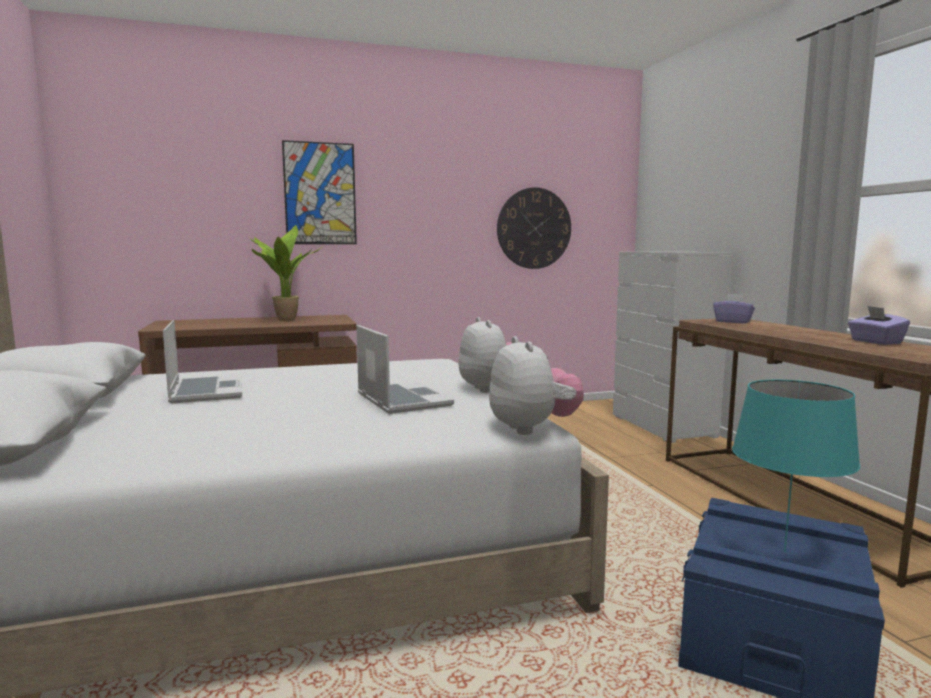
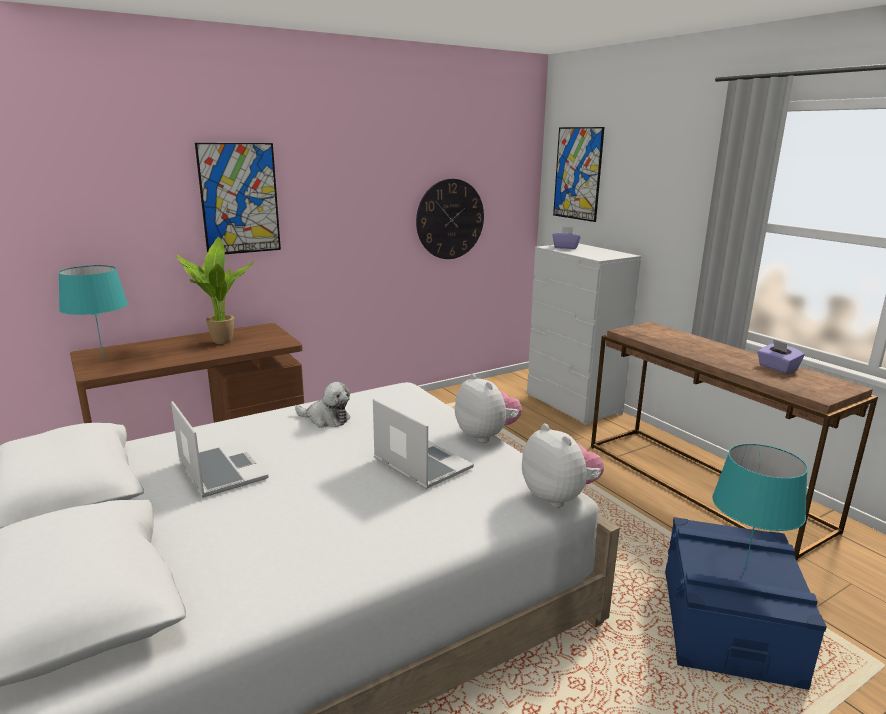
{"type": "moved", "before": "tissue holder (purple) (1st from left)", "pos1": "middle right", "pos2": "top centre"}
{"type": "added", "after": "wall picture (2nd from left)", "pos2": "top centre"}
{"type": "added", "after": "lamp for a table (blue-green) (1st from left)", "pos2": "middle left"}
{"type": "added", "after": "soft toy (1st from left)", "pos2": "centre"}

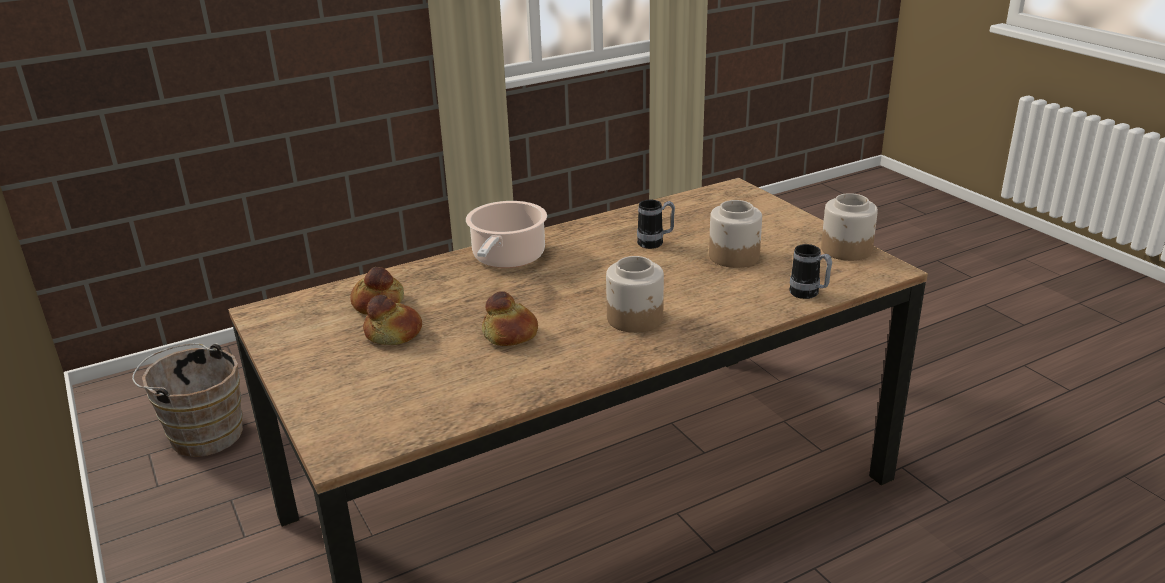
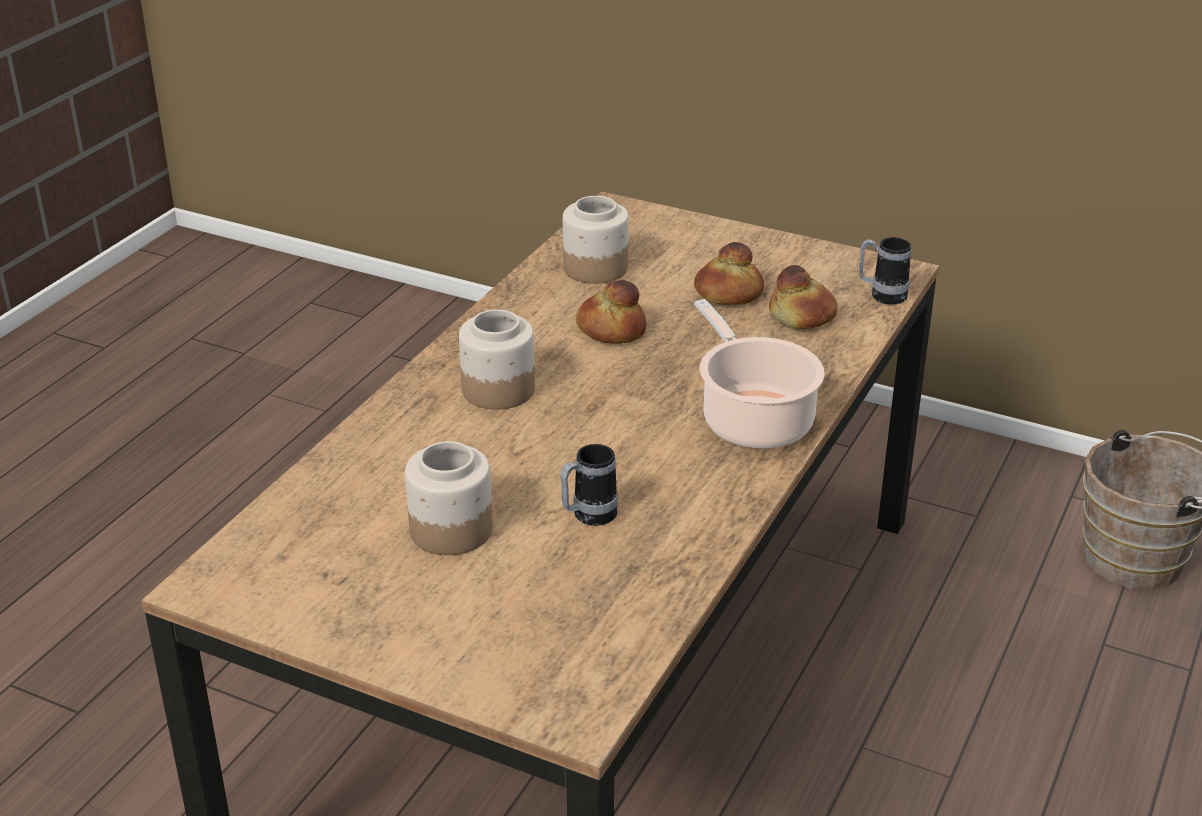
{"type": "moved", "before": "preserve jar (3rd from left)", "pos1": "middle right", "pos2": "top centre"}
{"type": "moved", "before": "mug (2nd from left)", "pos1": "middle right", "pos2": "top right"}

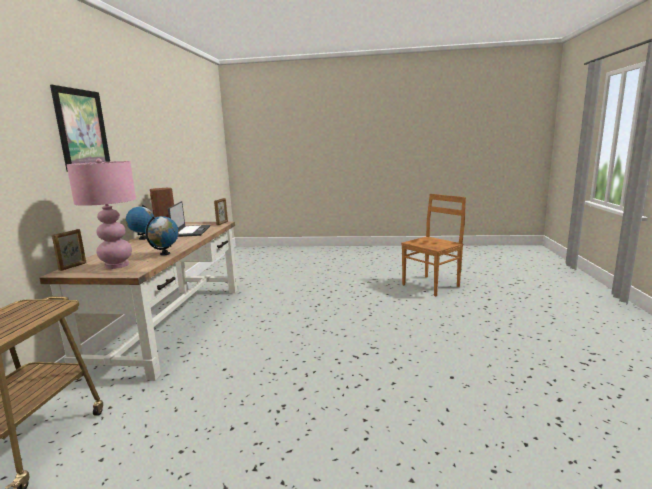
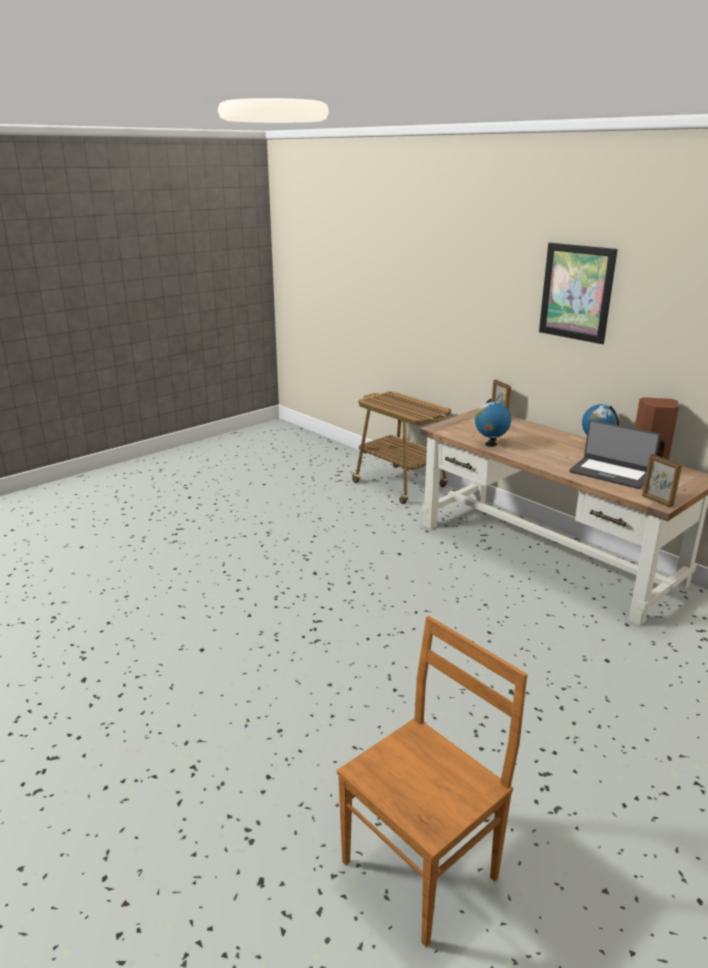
{"type": "removed", "before": "lamp for a table (pink)", "pos1": "middle left"}
{"type": "turned", "before": "chair (brownish)", "pos1": "centre", "pos2": "bottom centre", "turn": -135}

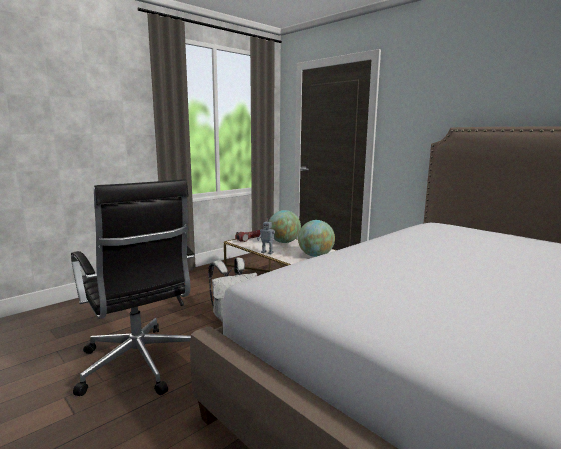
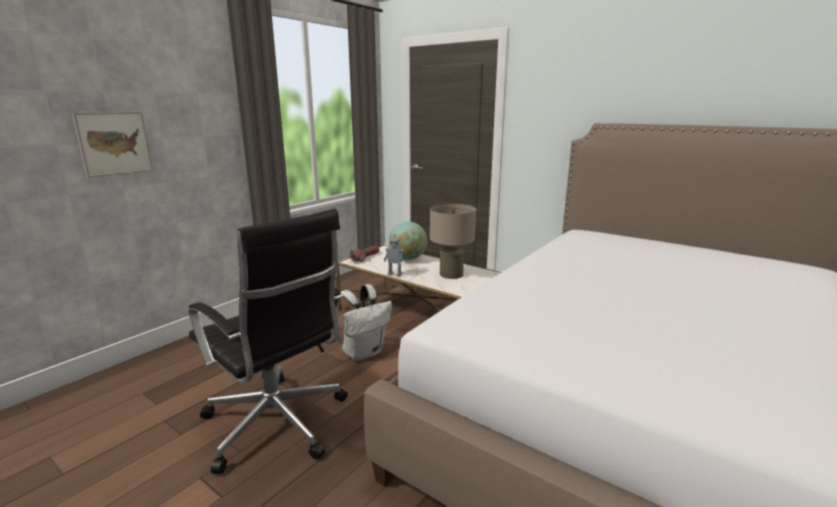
{"type": "replaced", "before": "world globe (2nd from left)", "after": "lamp for a table (beige-coloured)", "pos1": "centre", "pos2": "centre"}
{"type": "added", "after": "wall picture", "pos2": "top left"}

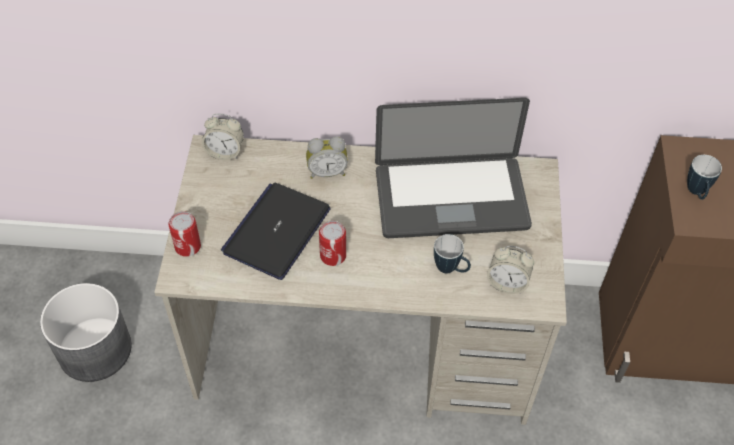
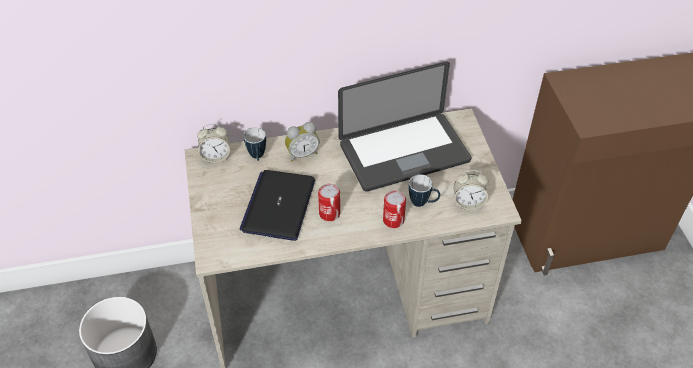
{"type": "moved", "before": "mug (2nd from left in the first image)", "after": "mug (1st from left)", "pos1": "middle right", "pos2": "centre"}
{"type": "moved", "before": "can (1st from left in the first image)", "after": "can (2nd from left)", "pos1": "middle left", "pos2": "centre"}

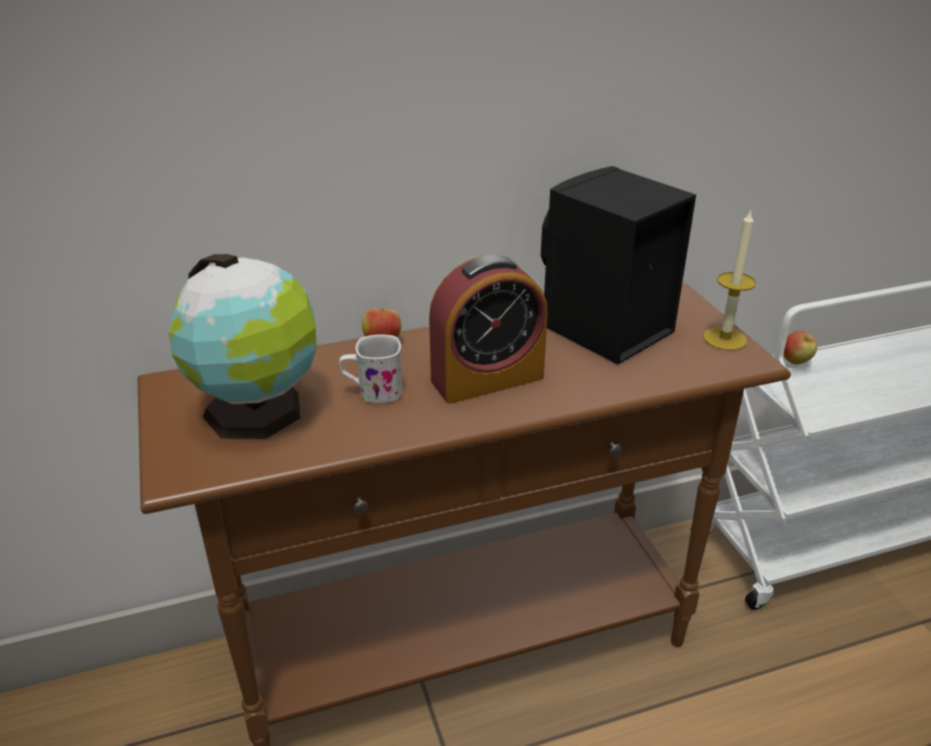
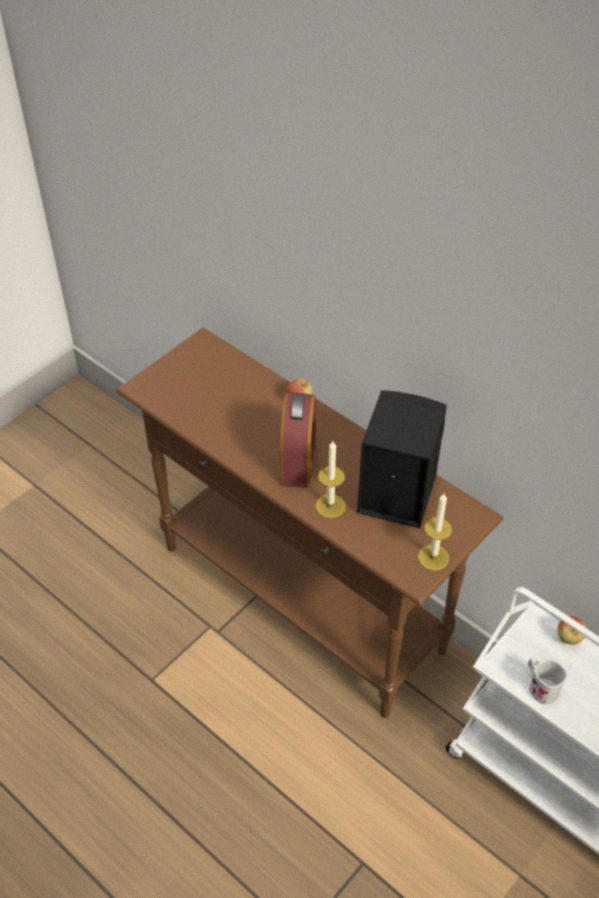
{"type": "removed", "before": "world globe", "pos1": "middle left"}
{"type": "turned", "before": "table clock", "pos1": "centre", "pos2": "centre", "turn": -120}
{"type": "moved", "before": "mug (white)", "pos1": "centre", "pos2": "bottom right"}
{"type": "added", "after": "candle (1st from left)", "pos2": "centre"}

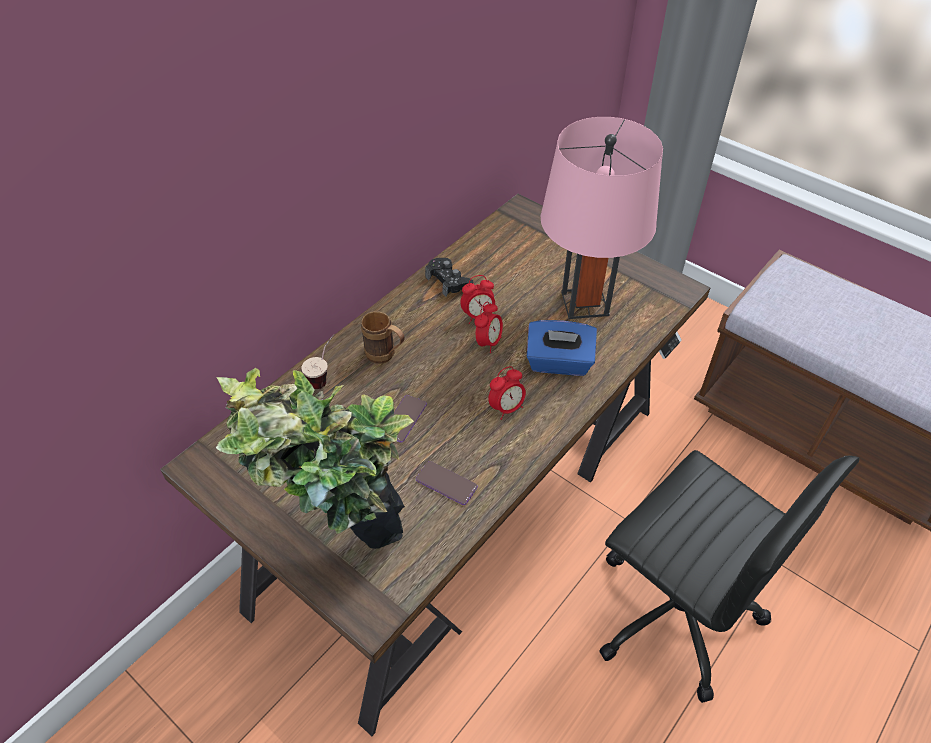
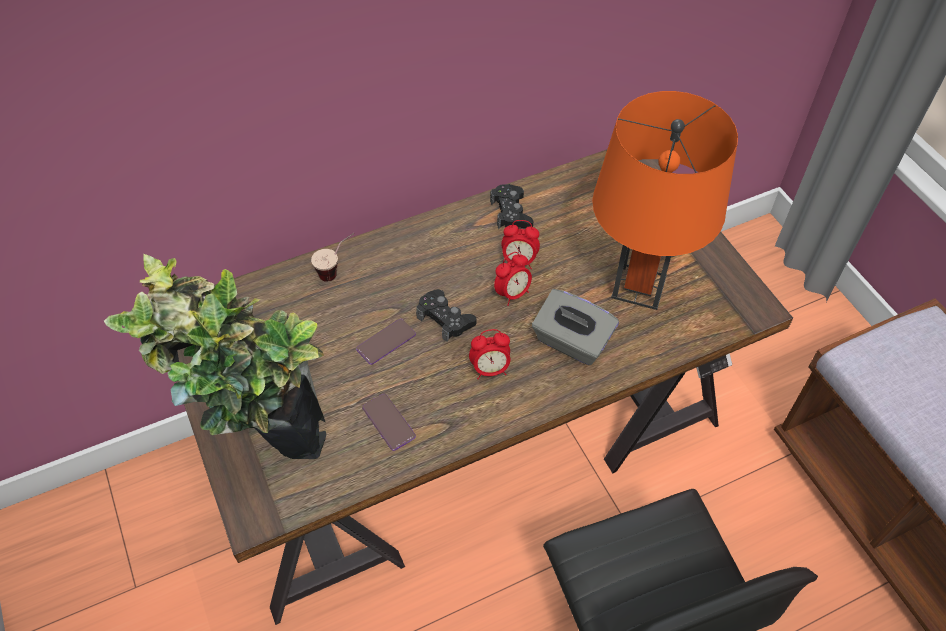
{"type": "recoloured", "before": "lamp for a table (pink)", "after": "lamp for a table (orange)", "pos1": "top centre", "pos2": "top right"}
{"type": "removed", "before": "mug (brownish)", "pos1": "centre"}
{"type": "recoloured", "before": "tissue holder (blue)", "after": "tissue holder (gray)", "pos1": "centre", "pos2": "centre"}
{"type": "added", "after": "game controller (blackish) (1st from left)", "pos2": "centre"}

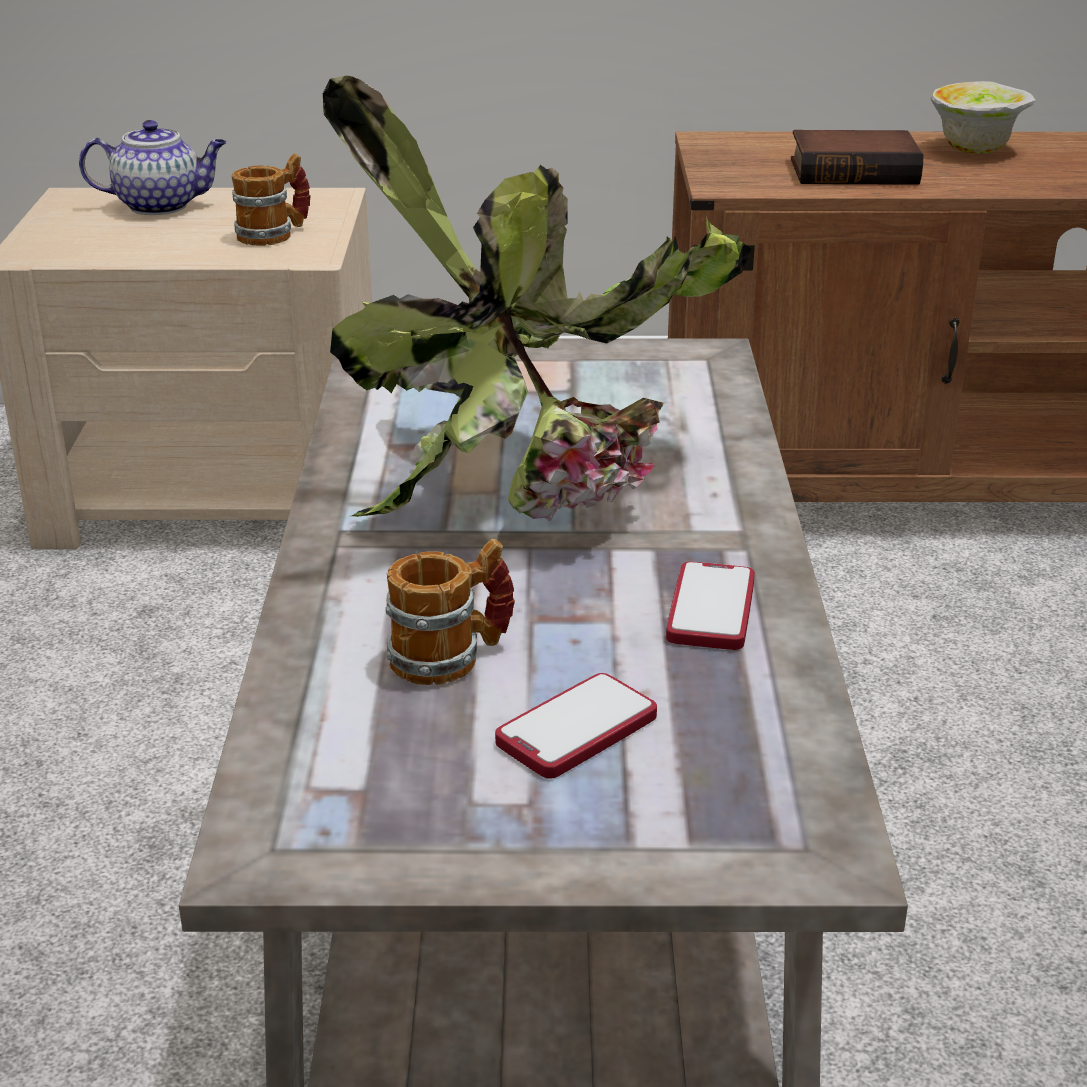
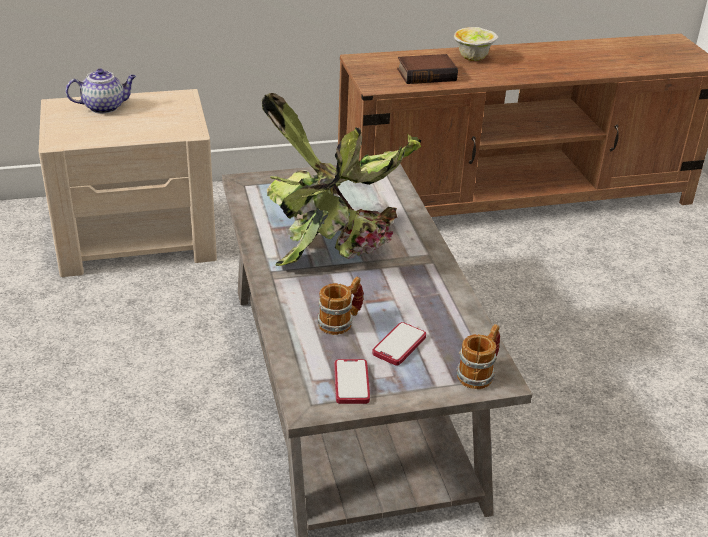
{"type": "moved", "before": "mug (1st from left in the first image)", "after": "mug (2nd from left)", "pos1": "top left", "pos2": "middle right"}
{"type": "moved", "before": "phone (2nd from left in the first image)", "after": "phone (1st from left)", "pos1": "centre", "pos2": "bottom centre"}

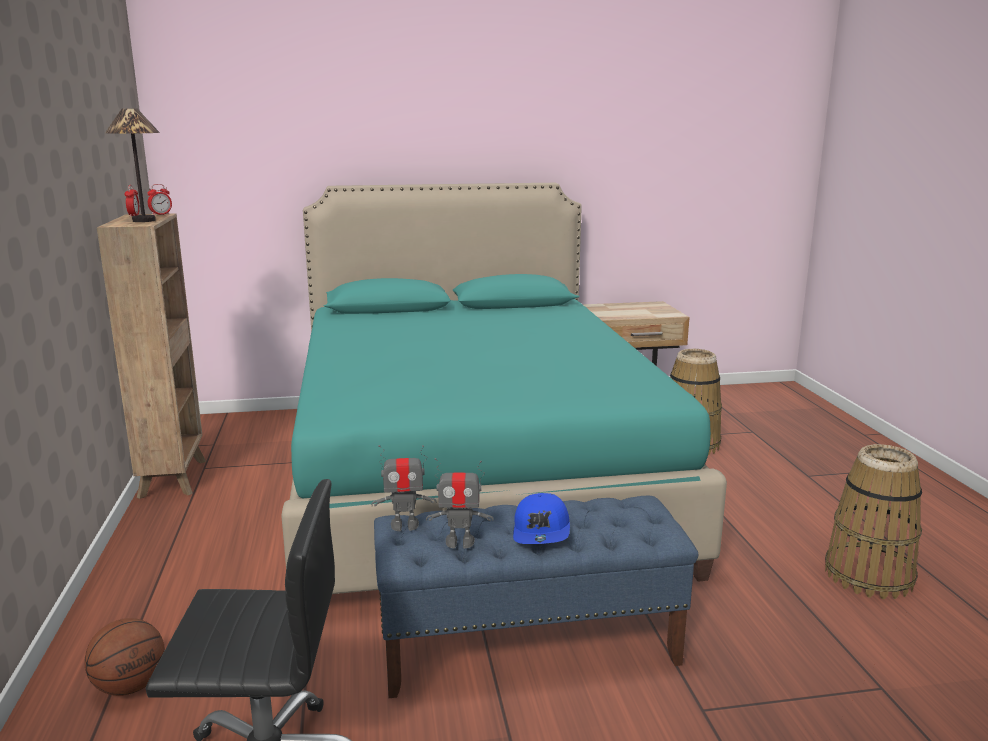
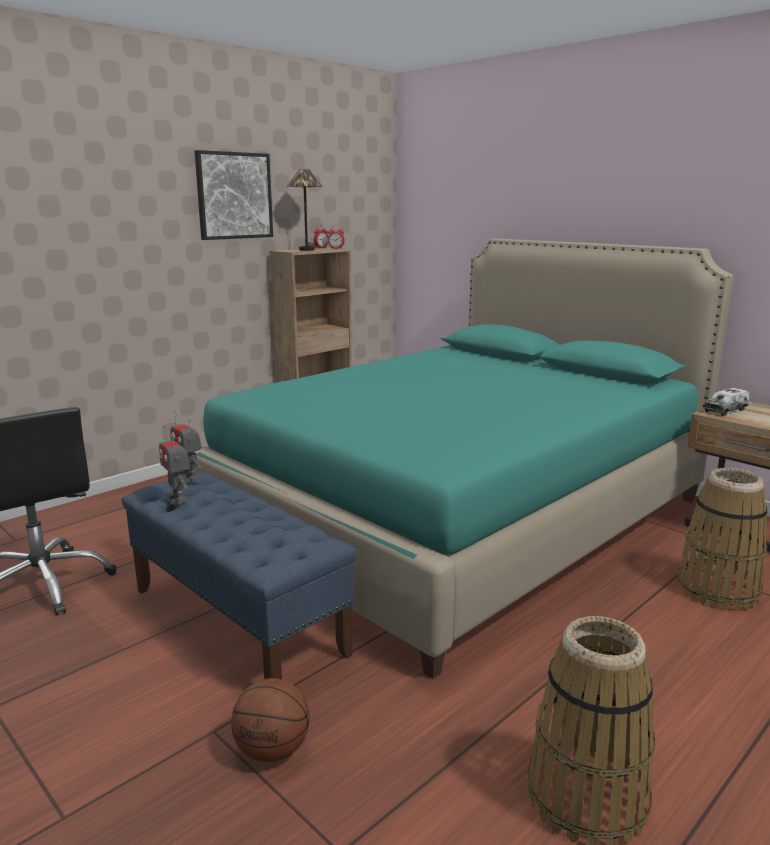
{"type": "removed", "before": "peaked cap (blue)", "pos1": "bottom centre"}
{"type": "moved", "before": "basketball ball", "pos1": "bottom left", "pos2": "bottom centre"}
{"type": "added", "after": "wall picture", "pos2": "top left"}
{"type": "added", "after": "toy truck", "pos2": "middle right"}

